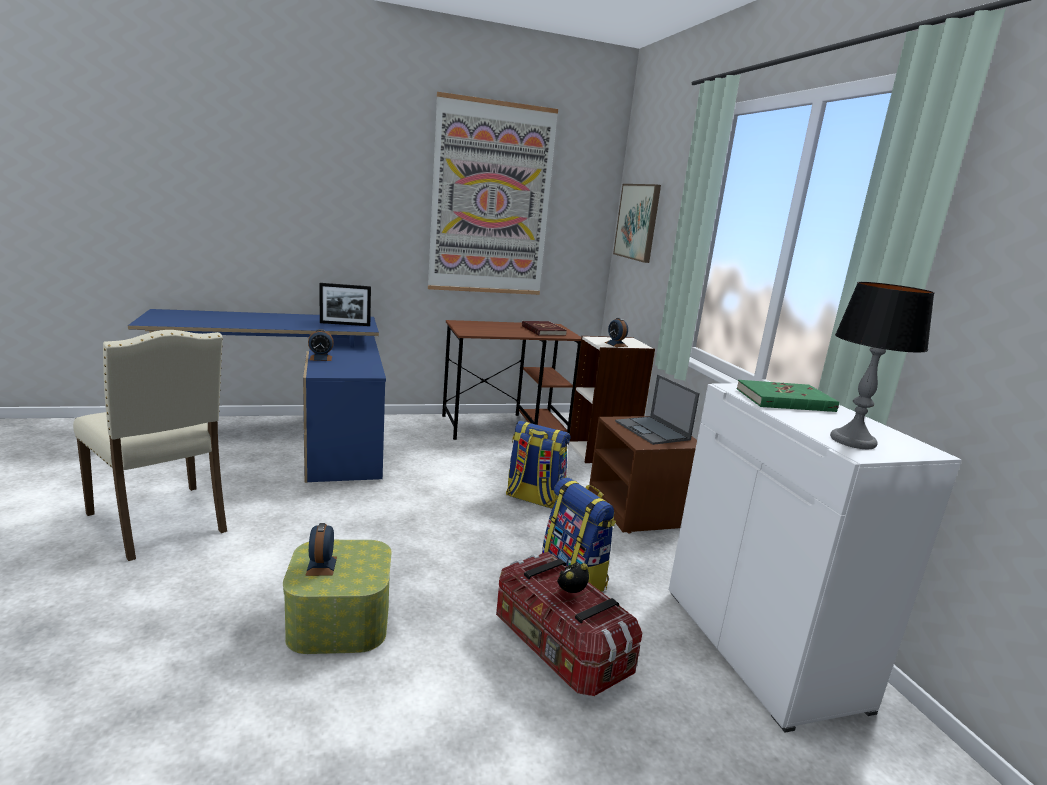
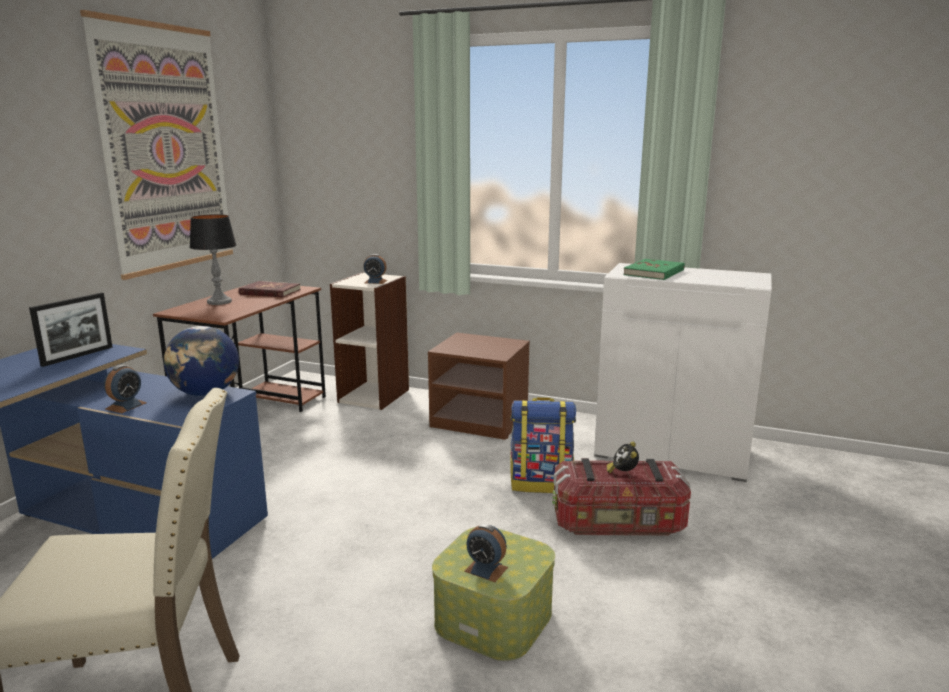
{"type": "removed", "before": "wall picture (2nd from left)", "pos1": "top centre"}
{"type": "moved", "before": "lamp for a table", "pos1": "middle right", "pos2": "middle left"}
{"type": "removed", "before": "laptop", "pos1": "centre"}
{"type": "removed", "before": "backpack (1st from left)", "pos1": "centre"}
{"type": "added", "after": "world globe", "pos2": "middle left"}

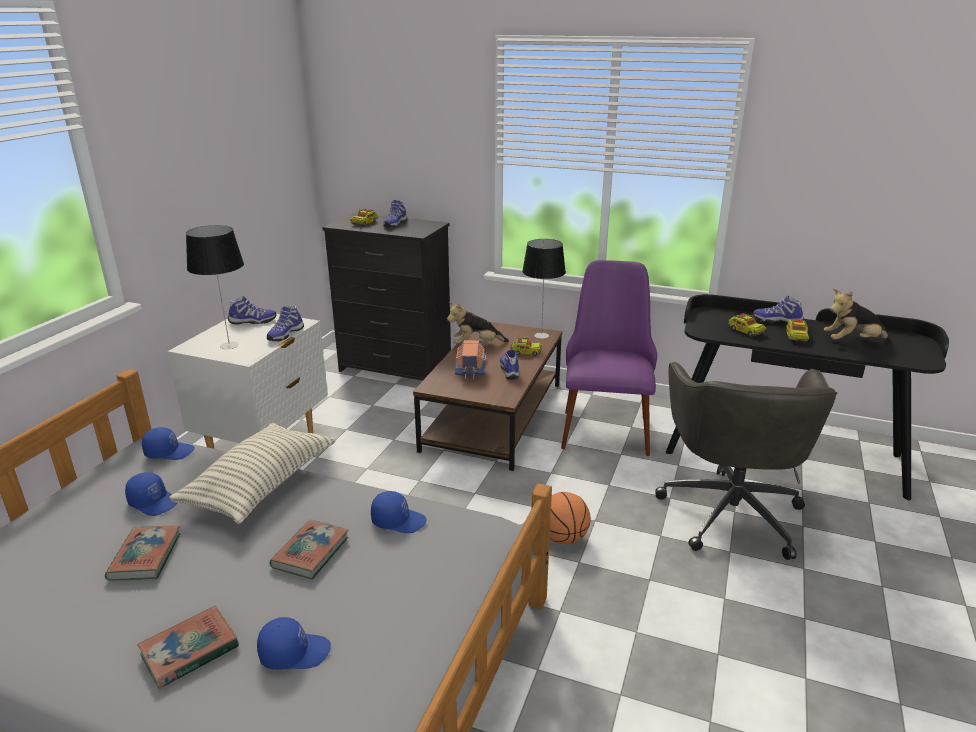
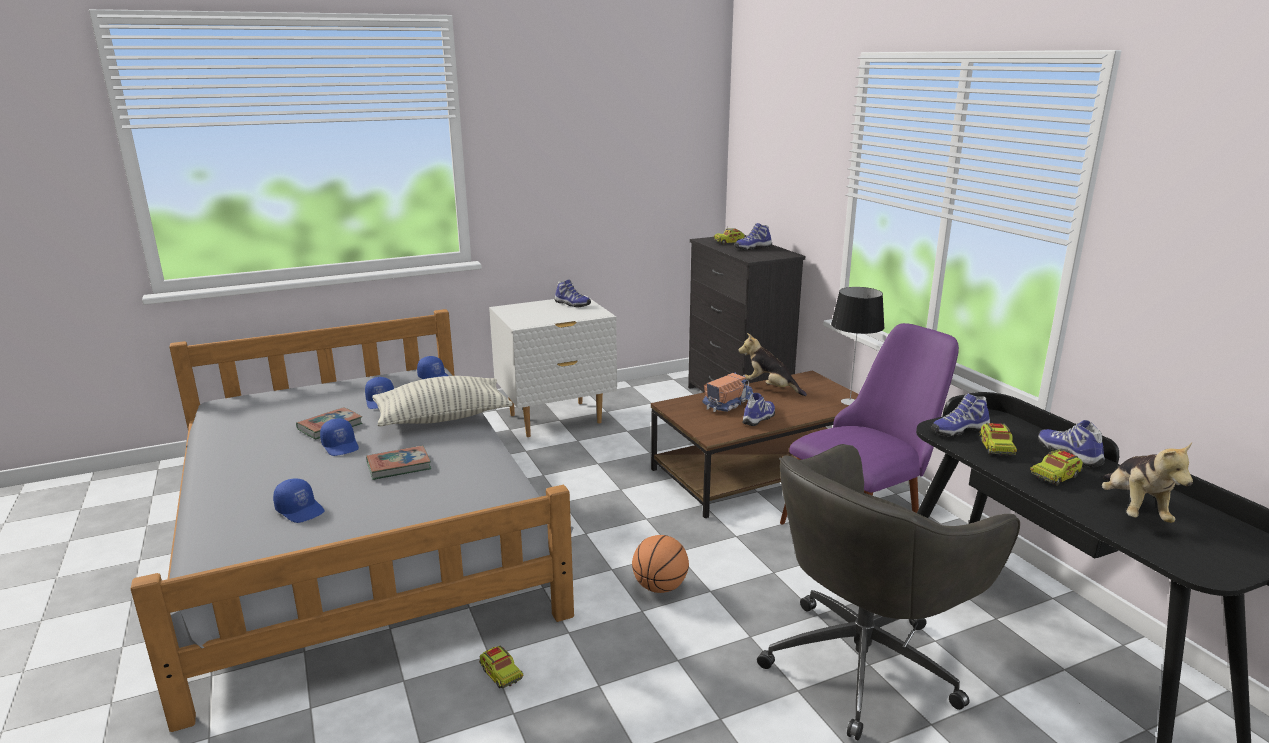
{"type": "removed", "before": "lamp for a table (1st from left)", "pos1": "middle left"}
{"type": "turned", "before": "soft toy (2nd from left)", "pos1": "middle right", "pos2": "middle right", "turn": -120}
{"type": "moved", "before": "low shoe (2nd from left in the first image)", "after": "low shoe (4th from left)", "pos1": "middle left", "pos2": "middle right"}
{"type": "moved", "before": "toy truck (3rd from left in the first image)", "after": "toy truck (1st from left)", "pos1": "centre", "pos2": "bottom centre"}
{"type": "moved", "before": "peaked cap (blue) (4th from left in the first image)", "after": "peaked cap (blue) (2nd from left)", "pos1": "bottom centre", "pos2": "middle left"}
{"type": "removed", "before": "volume (2nd from left)", "pos1": "bottom left"}

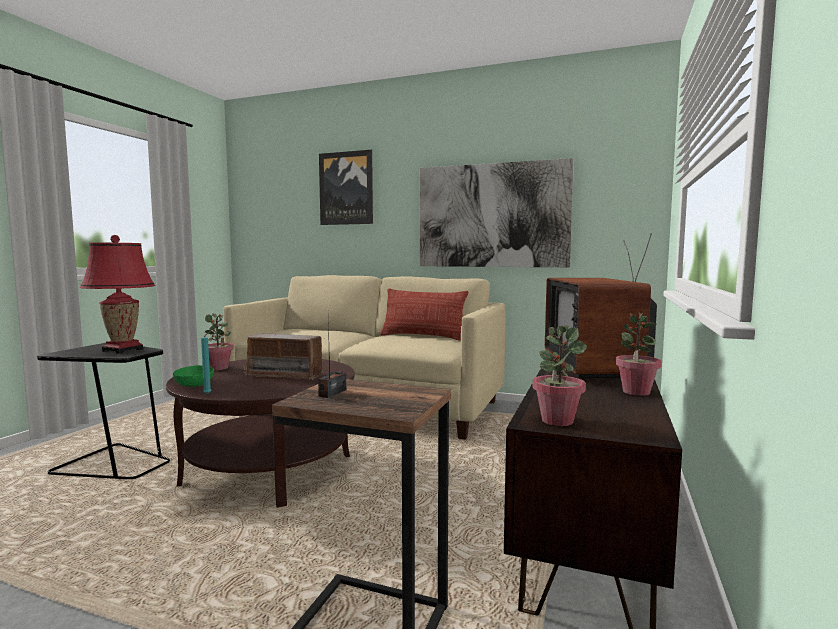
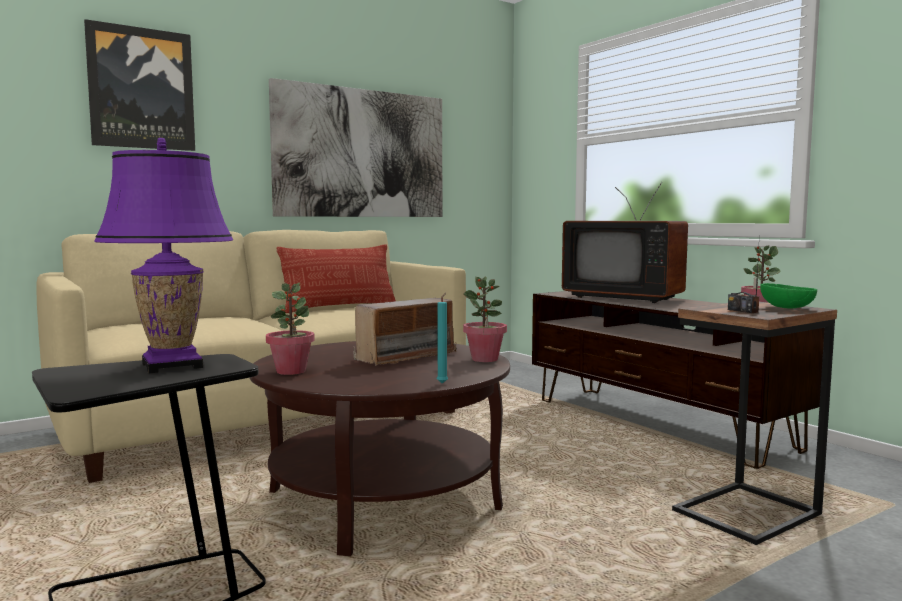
{"type": "recoloured", "before": "lamp for a table (red-coloured)", "after": "lamp for a table (purple)", "pos1": "middle left", "pos2": "middle left"}
{"type": "moved", "before": "houseplant (3rd from left in the first image)", "after": "houseplant (2nd from left)", "pos1": "middle right", "pos2": "centre"}
{"type": "moved", "before": "serving bowl (green-coloured)", "pos1": "middle left", "pos2": "middle right"}

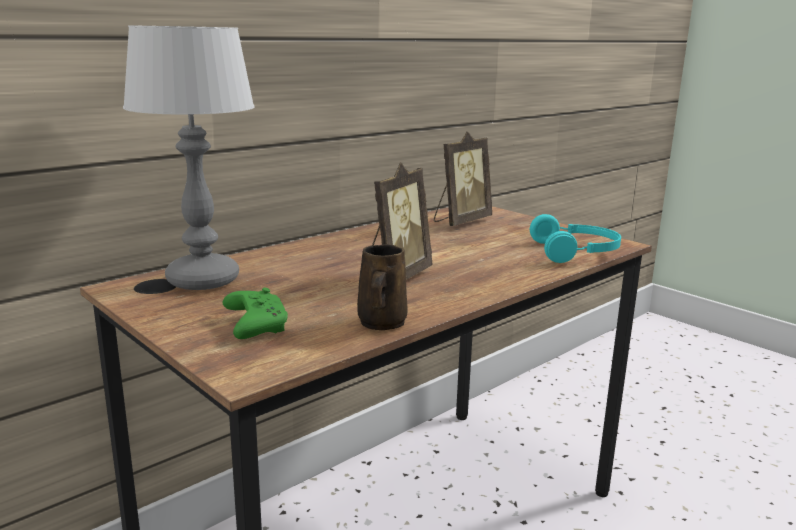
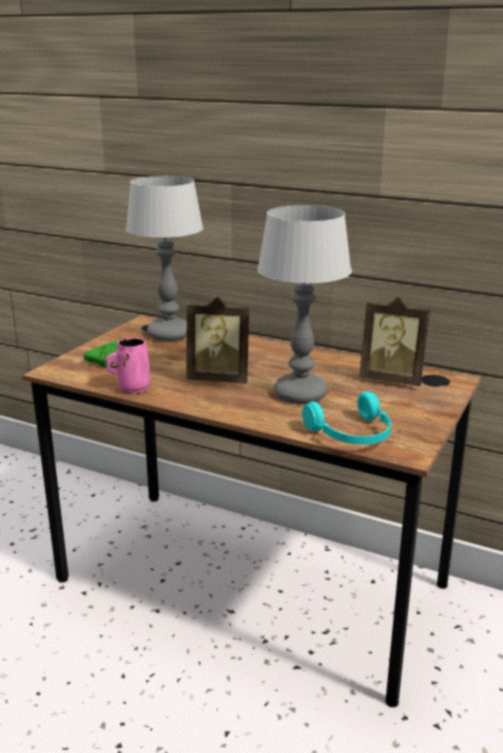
{"type": "recoloured", "before": "mug (brownish)", "after": "mug (pink)", "pos1": "centre", "pos2": "middle left"}
{"type": "added", "after": "lamp for a table (2nd from left)", "pos2": "centre"}

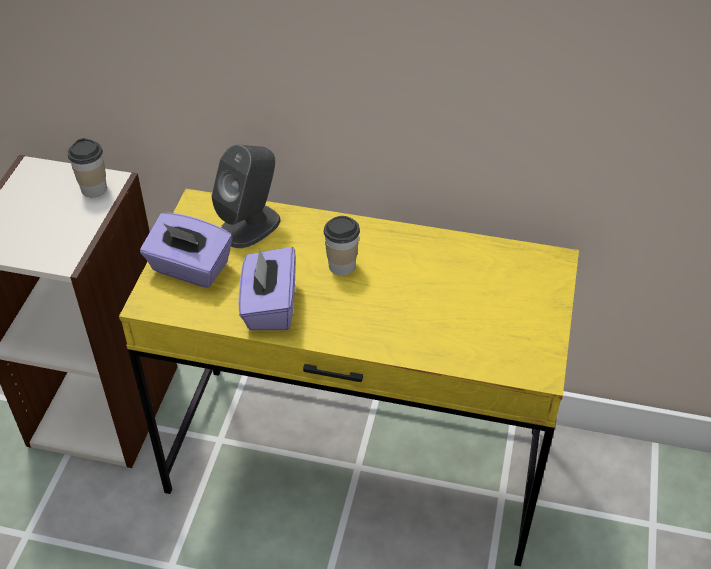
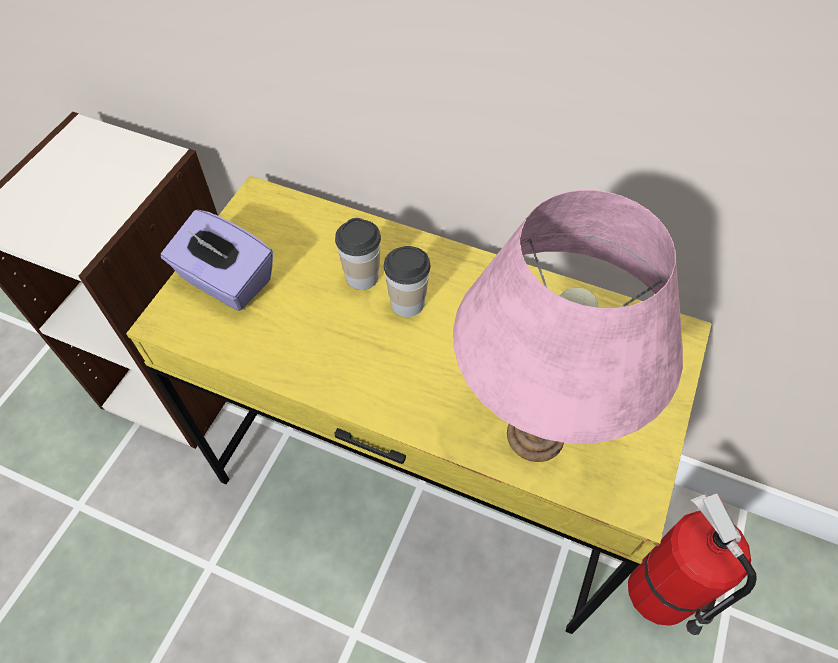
{"type": "moved", "before": "drinking cup (1st from left)", "pos1": "top left", "pos2": "centre"}
{"type": "removed", "before": "audio speaker (gray)", "pos1": "centre"}
{"type": "removed", "before": "tissue holder (purple) (2nd from left)", "pos1": "centre"}
{"type": "added", "after": "lamp for a table (pink)", "pos2": "middle right"}
{"type": "added", "after": "fire-fighting cylinder", "pos2": "bottom right"}

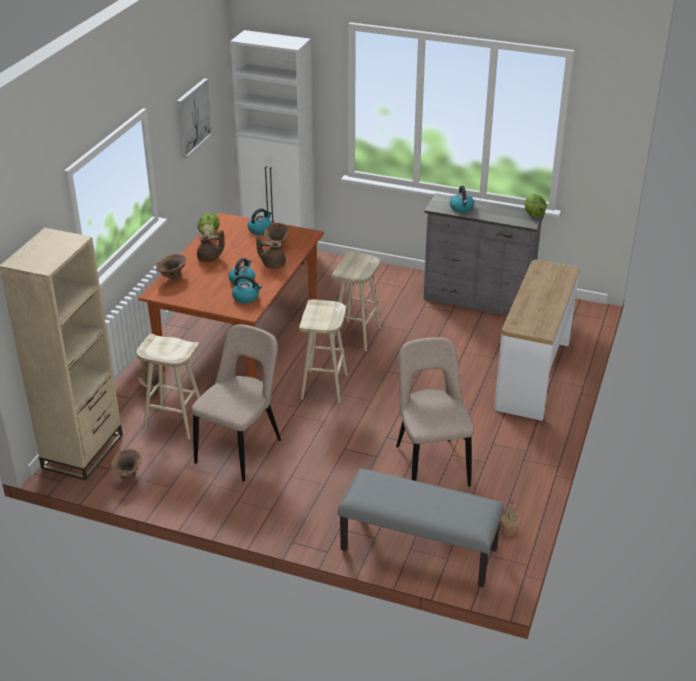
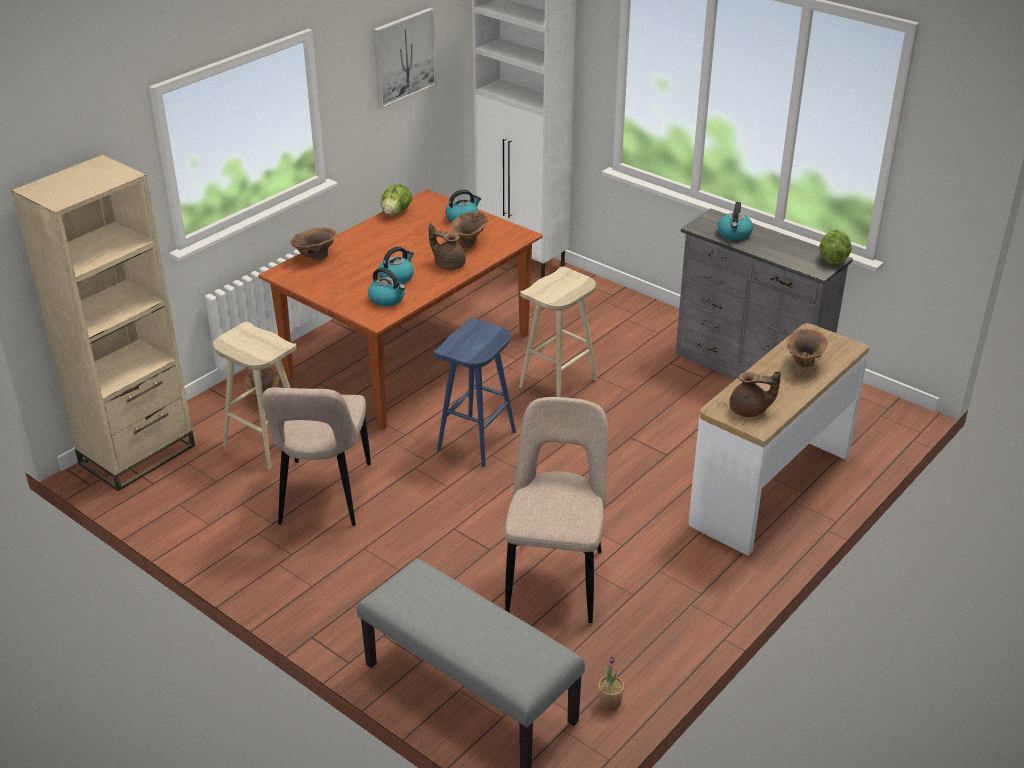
{"type": "moved", "before": "teapot (brownish) (1st from left in the first image)", "after": "teapot (brownish) (2nd from left)", "pos1": "middle left", "pos2": "middle right"}
{"type": "recoloured", "before": "sitting stool (beige-coloured) (2nd from left)", "after": "sitting stool (blue)", "pos1": "centre", "pos2": "centre"}
{"type": "turned", "before": "chair (beige-coloured) (1st from left)", "pos1": "centre", "pos2": "middle left", "turn": 135}
{"type": "moved", "before": "vase (brownish) (1st from left in the first image)", "after": "vase (brownish) (4th from left)", "pos1": "bottom left", "pos2": "middle right"}

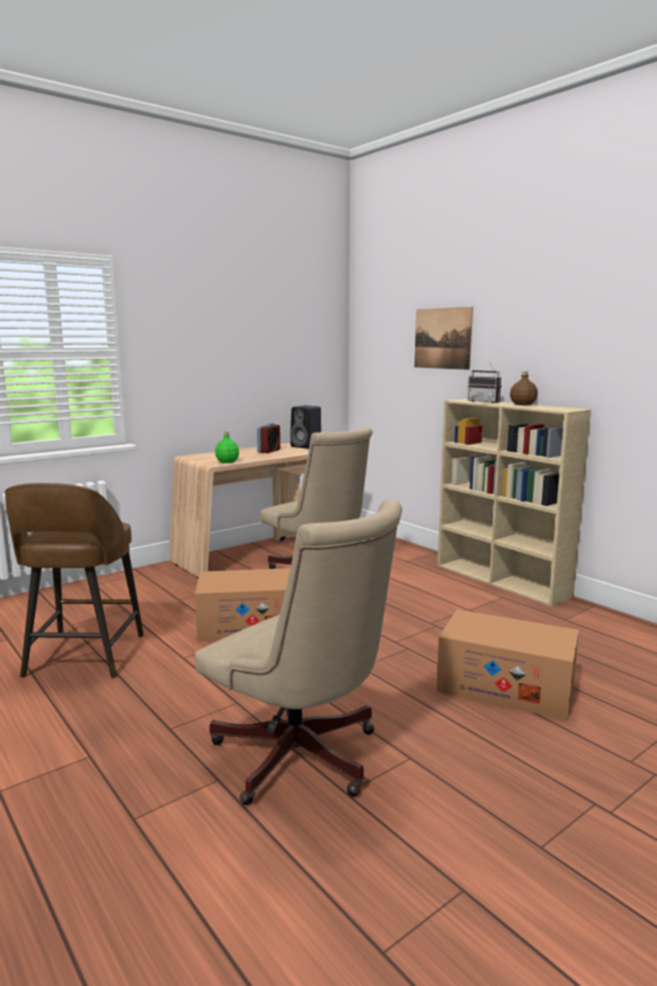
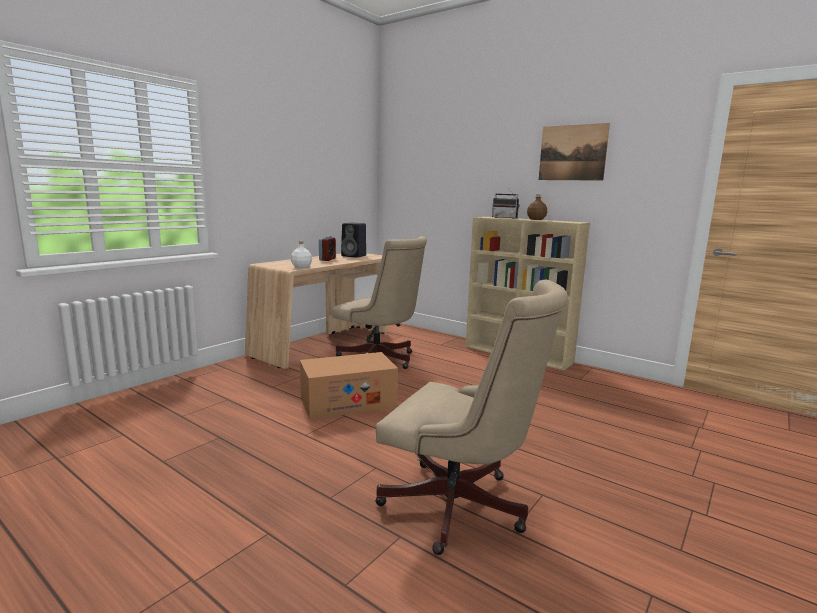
{"type": "moved", "before": "wall picture", "pos1": "middle right", "pos2": "top right"}
{"type": "recoloured", "before": "drink bottle (green-coloured)", "after": "drink bottle (white)", "pos1": "centre", "pos2": "centre"}
{"type": "removed", "before": "sitting stool (brownish)", "pos1": "middle left"}
{"type": "removed", "before": "packing box (2nd from left)", "pos1": "bottom right"}

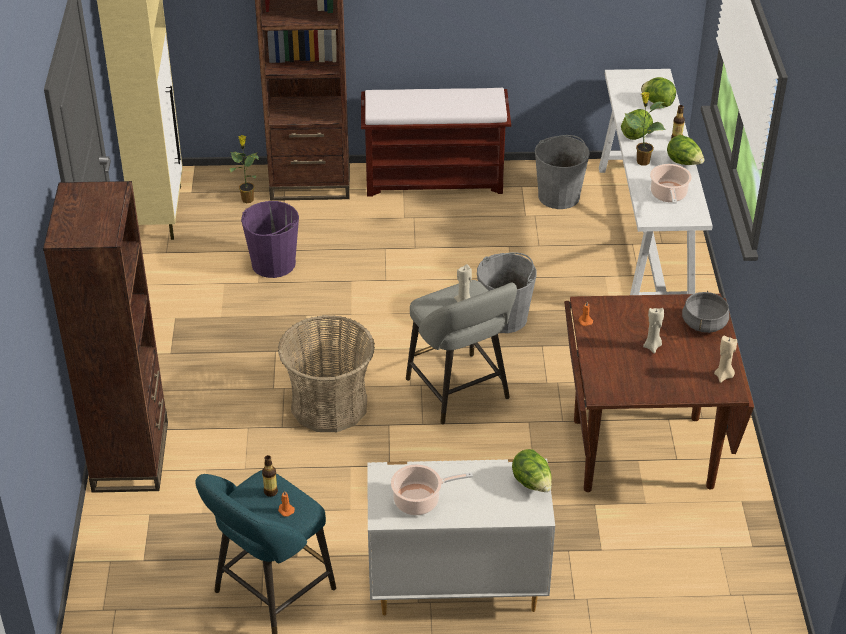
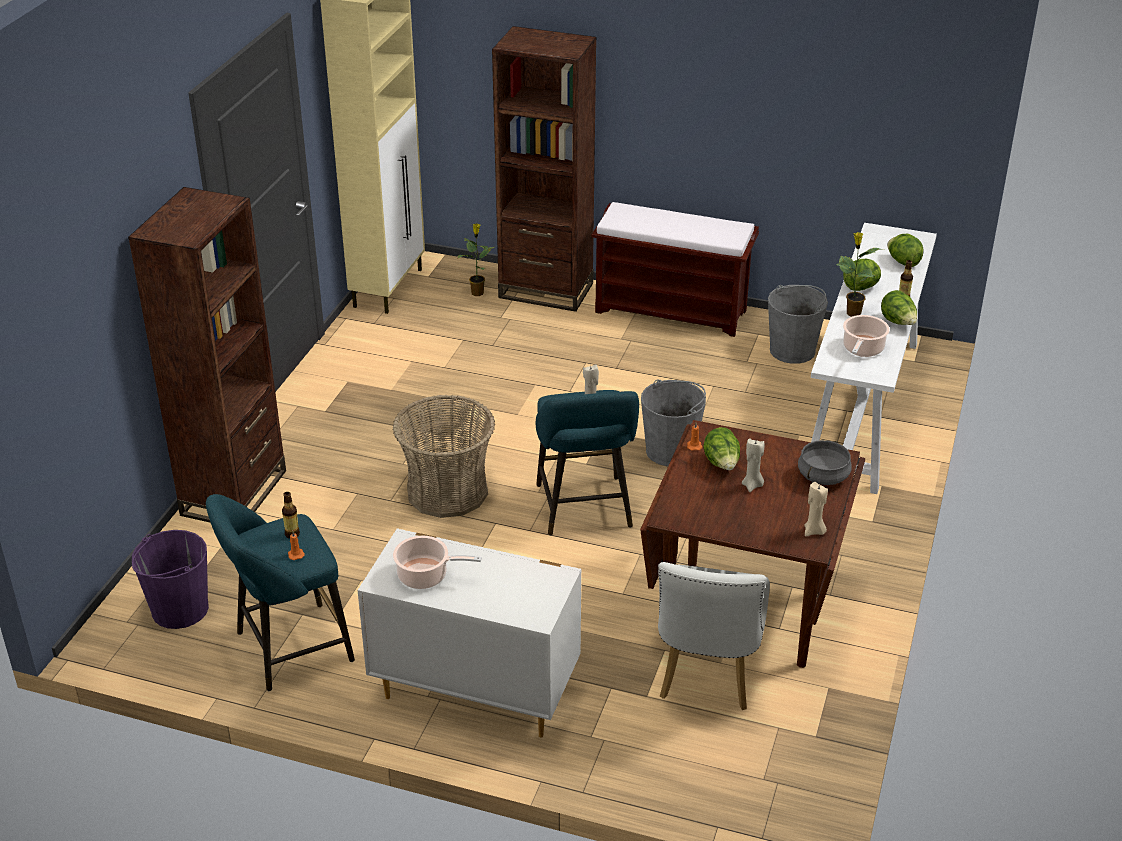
{"type": "moved", "before": "water bucket (purple)", "pos1": "middle left", "pos2": "bottom left"}
{"type": "recoloured", "before": "sitting stool (gray)", "after": "sitting stool (blue-green) (2nd from left)", "pos1": "centre", "pos2": "centre"}
{"type": "moved", "before": "lettuce head (1st from left)", "pos1": "bottom centre", "pos2": "centre"}
{"type": "added", "after": "chair (white)", "pos2": "bottom centre"}

